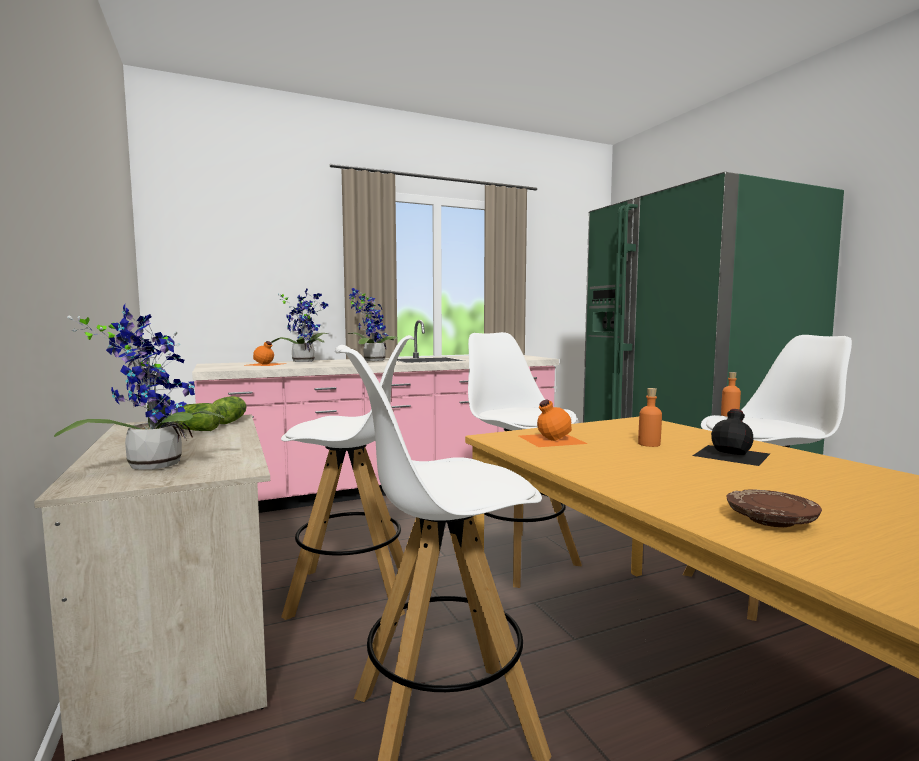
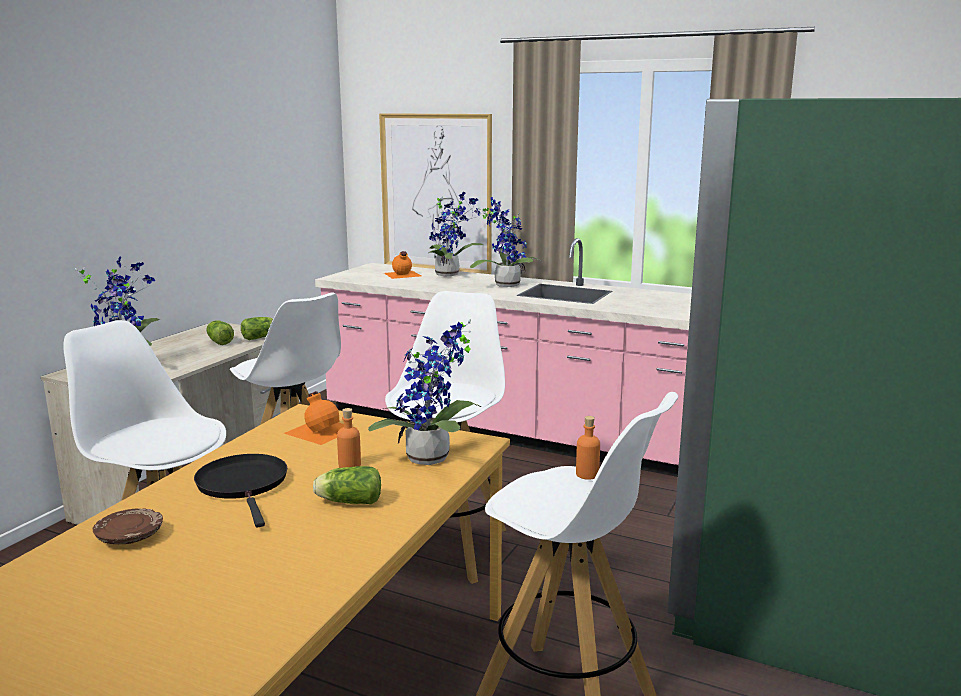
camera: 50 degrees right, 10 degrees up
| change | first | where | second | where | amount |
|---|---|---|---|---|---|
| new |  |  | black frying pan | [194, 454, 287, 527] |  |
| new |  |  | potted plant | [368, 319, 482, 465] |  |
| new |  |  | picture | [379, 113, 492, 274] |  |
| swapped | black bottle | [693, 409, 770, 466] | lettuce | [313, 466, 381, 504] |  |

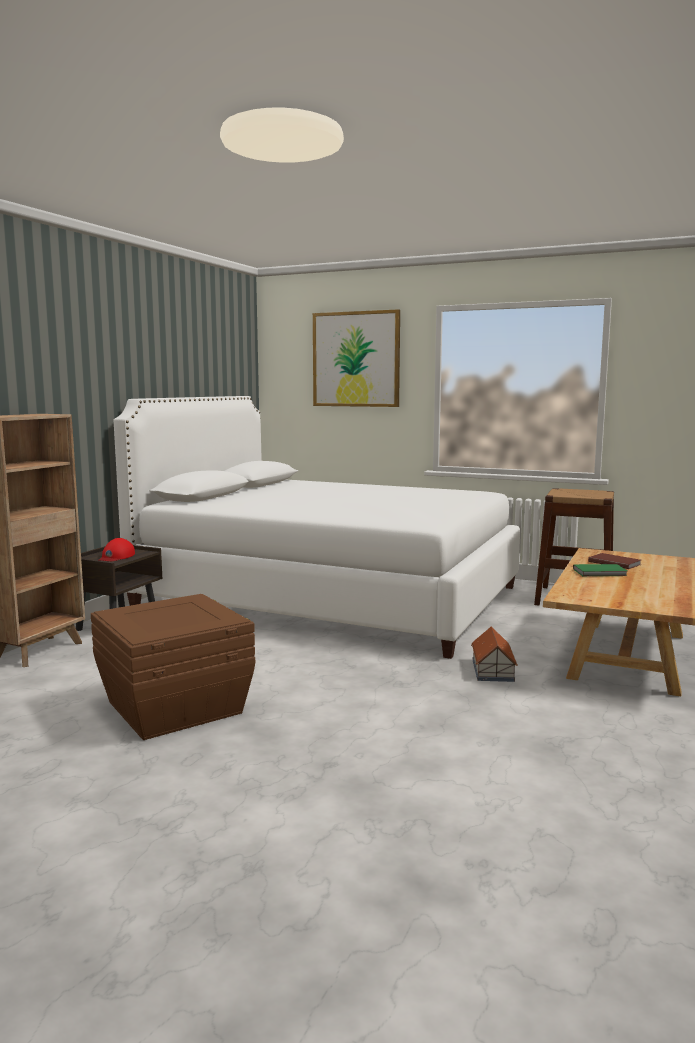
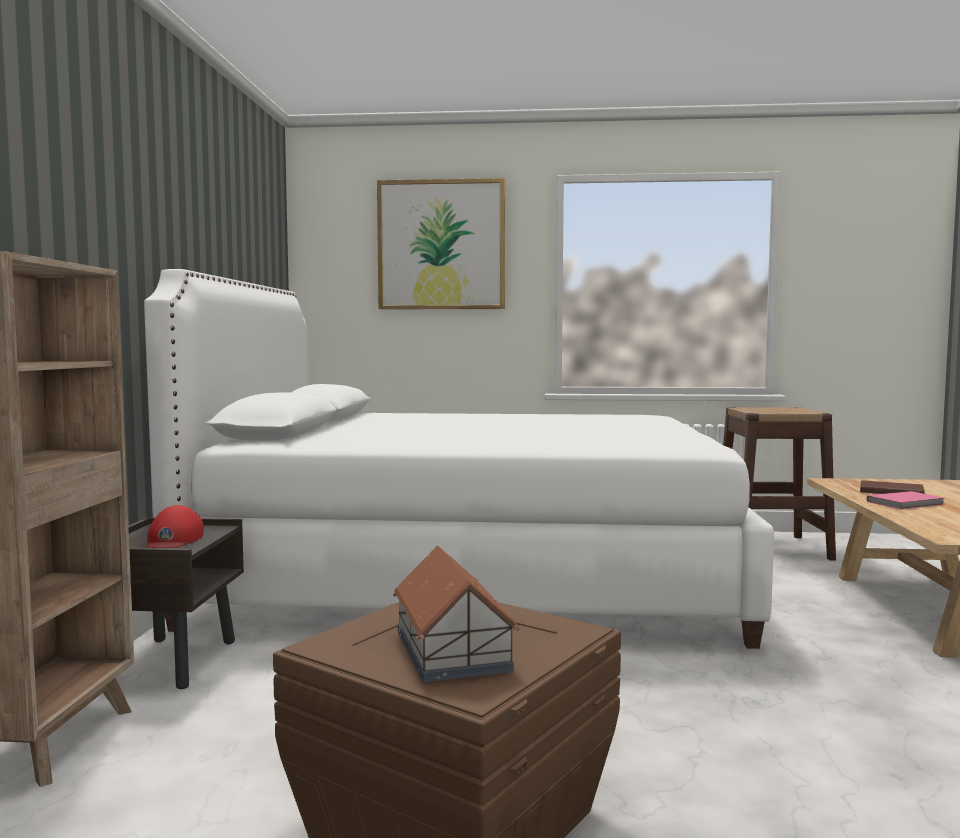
camera: 20 degrees left, 5 degrees down
| change | first | where | second | where | amount |
|---|---|---|---|---|---|
| shifted | toy house | [471, 627, 518, 682] |  | [393, 545, 519, 682] |  |
| repainted | green book | [573, 564, 627, 576] | pink book | [867, 491, 945, 509] |  |

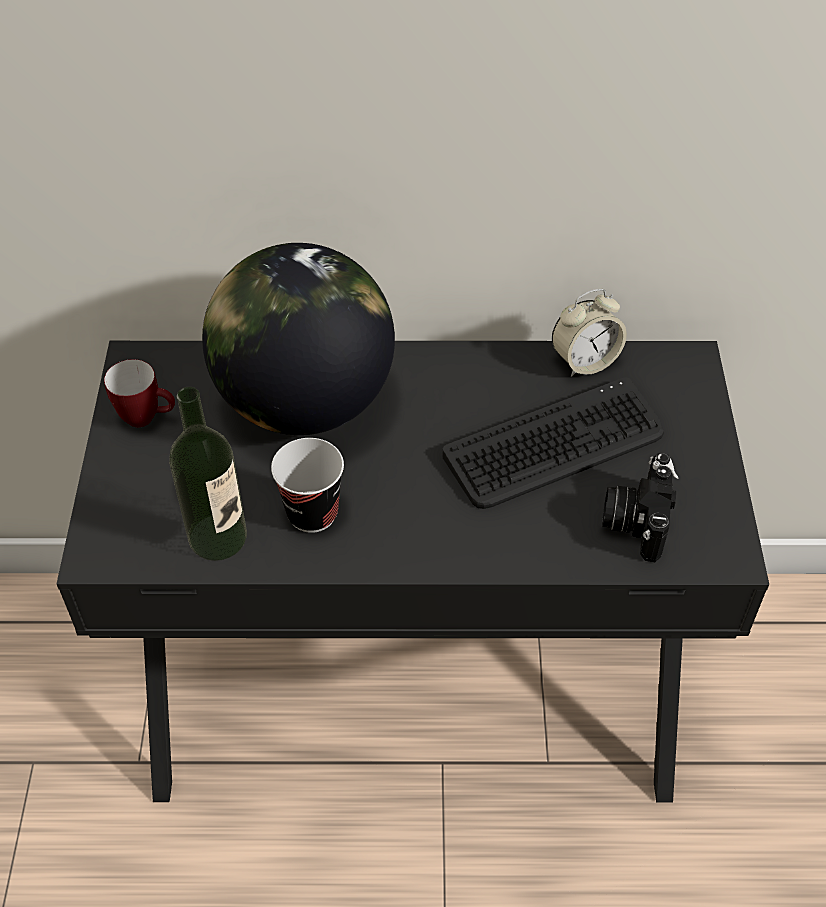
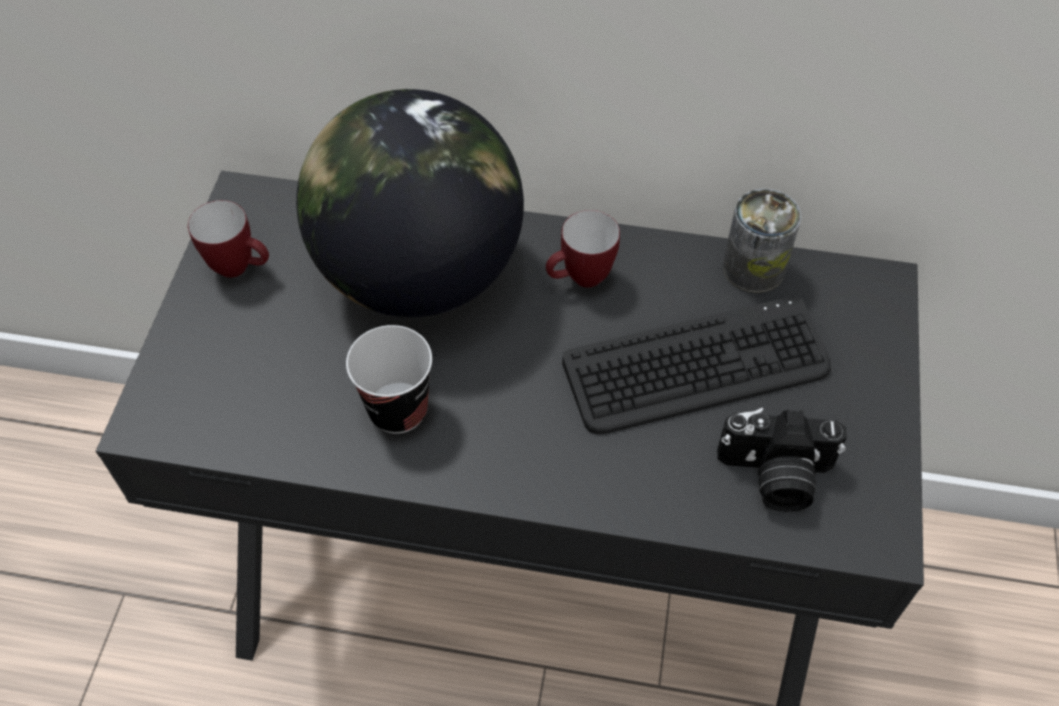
camera: 10 degrees right, 5 degrees up
| change | first | where | second | where | amount |
|---|---|---|---|---|---|
| gone | bottle | [169, 387, 247, 561] |  |  |  |
| new |  |  | mug | [546, 210, 620, 288] |  |
| swapped | alarm clock | [552, 289, 627, 377] | can | [723, 189, 801, 293] |  |
| rotated | photo camera | [602, 453, 679, 562] |  | [717, 408, 847, 512] | 105 degrees counterclockwise |

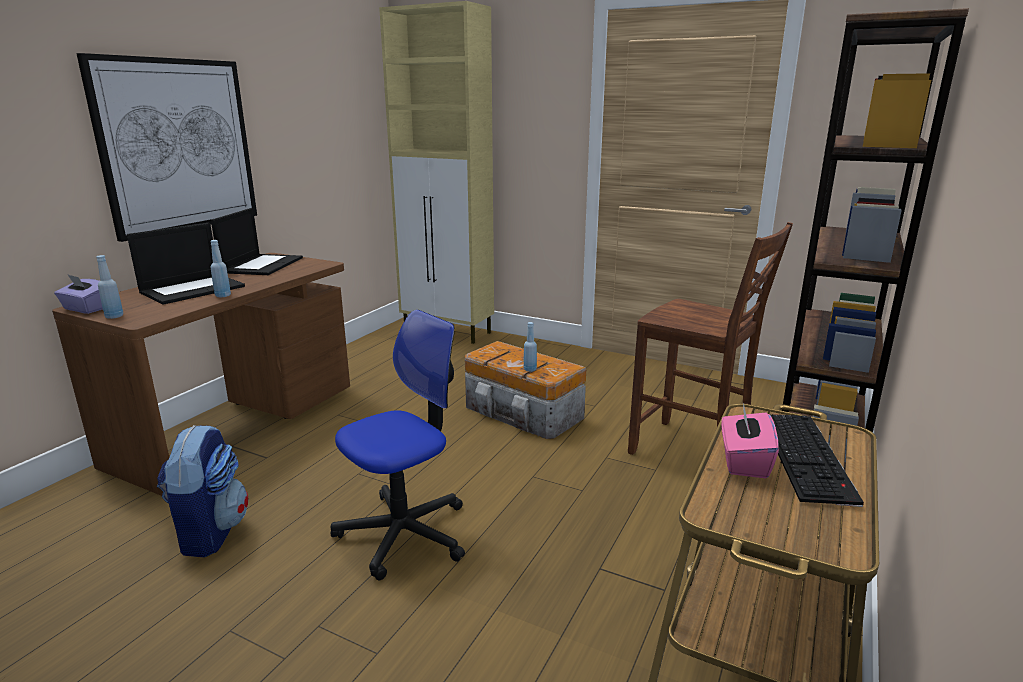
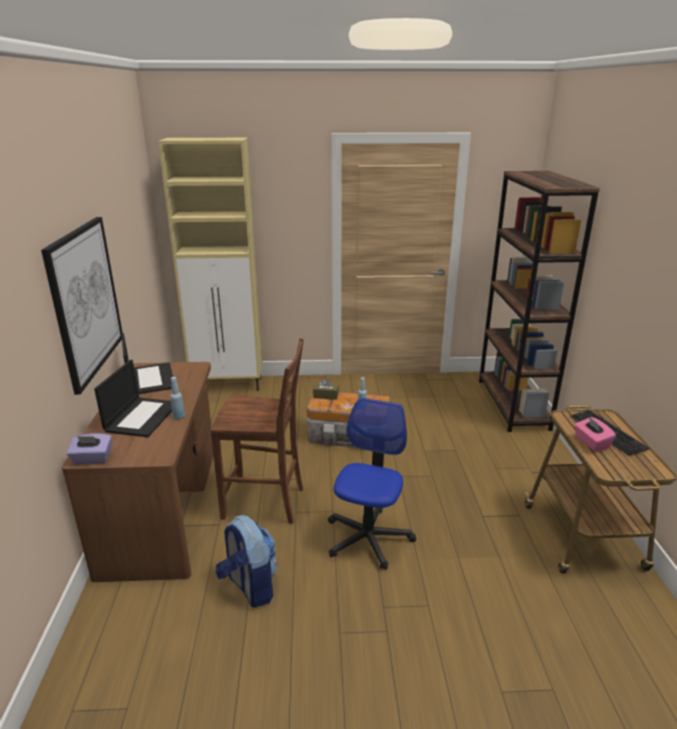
camera: 30 degrees left, 5 degrees up
| change | first | where | second | where | amount |
|---|---|---|---|---|---|
| gone | blue bottle | [96, 255, 123, 319] |  |  |  |
| new |  |  | brown tissue box | [313, 378, 339, 400] |  |
| shifted | brown chair | [628, 222, 793, 455] |  | [211, 338, 304, 524] |  |

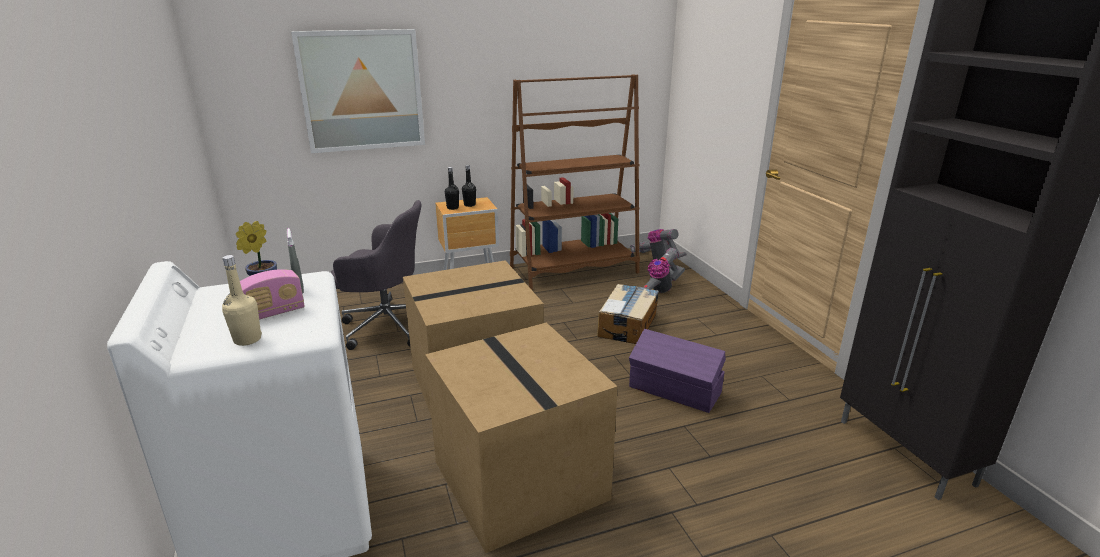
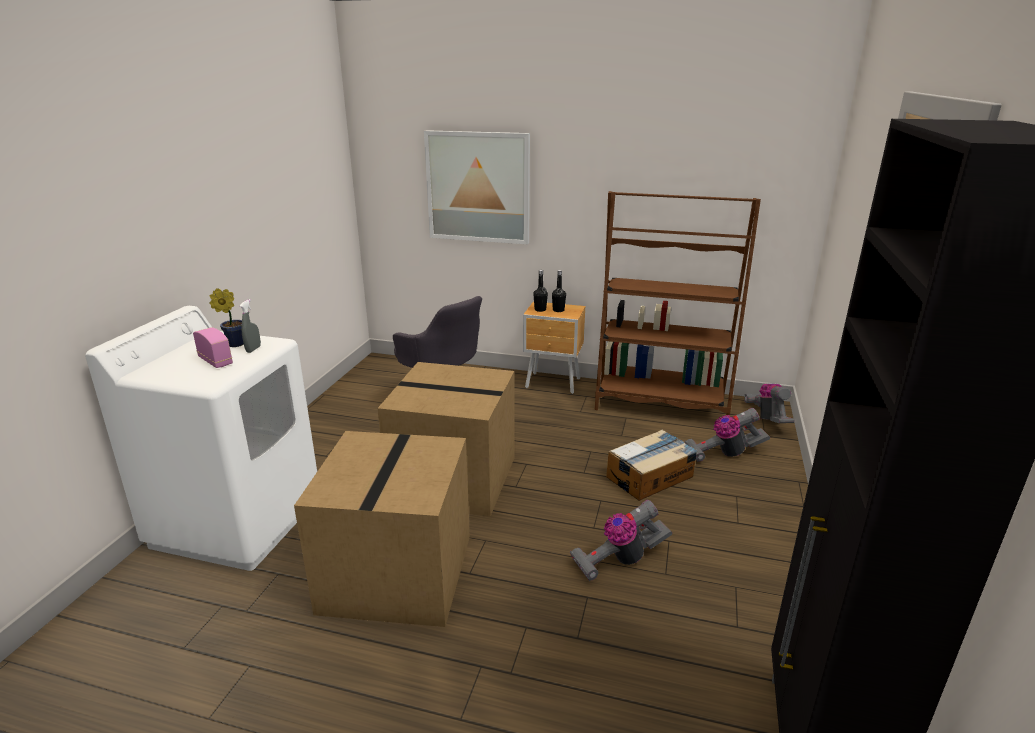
camera: 35 degrees right, 0 degrees up
| change | first | where | second | where | amount |
|---|---|---|---|---|---|
| gone | beige bottle | [222, 255, 262, 346] |  |  |  |
| swapped | purple storage box | [629, 329, 726, 413] | vacuum cleaner | [570, 500, 672, 581] |  |
| rotated | radio | [240, 269, 305, 319] |  | [193, 327, 233, 368] | 135 degrees counterclockwise |

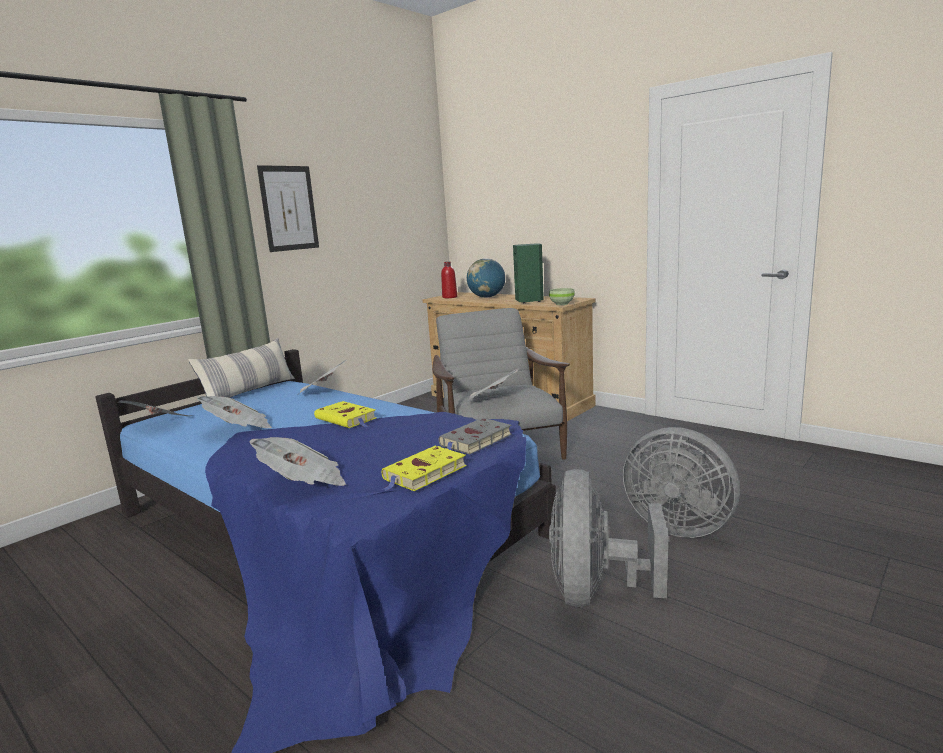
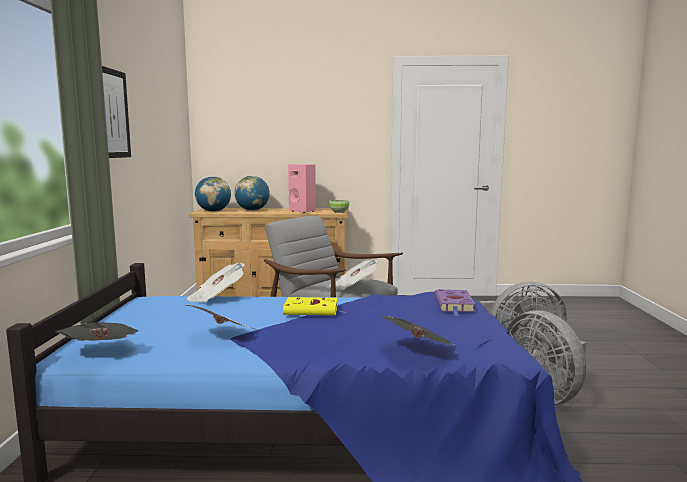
camera: 40 degrees left, 5 degrees down
| change | first | where | second | where | amount |
|---|---|---|---|---|---|
| gone | pillow | [188, 338, 295, 398] |  |  |  |
| gone | yellow book | [382, 446, 466, 491] |  |  |  |
| swapped | red bottle | [441, 262, 457, 298] | globe | [195, 176, 231, 212] |  |
| repainted | grey book | [439, 418, 512, 455] | purple book | [435, 289, 475, 316] |  |
| repainted | green speaker | [513, 244, 544, 303] | pink speaker | [288, 164, 316, 213] |  |

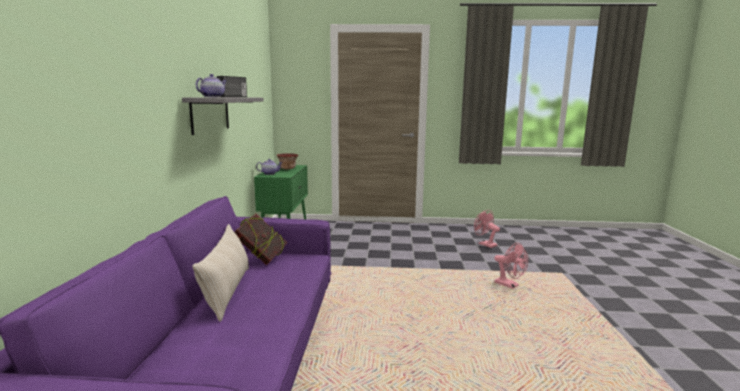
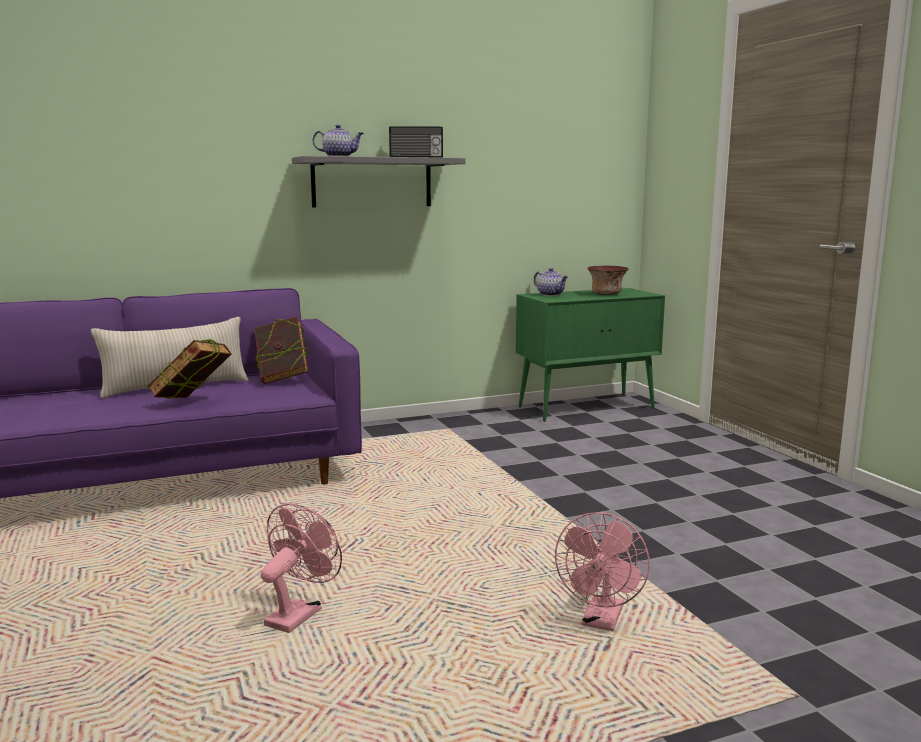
camera: 65 degrees right, 0 degrees up
| change | first | where | second | where | amount |
|---|---|---|---|---|---|
| new |  |  | book | [147, 339, 231, 399] |  |
| shifted | pink fan | [474, 210, 500, 248] |  | [261, 503, 342, 633] |  |

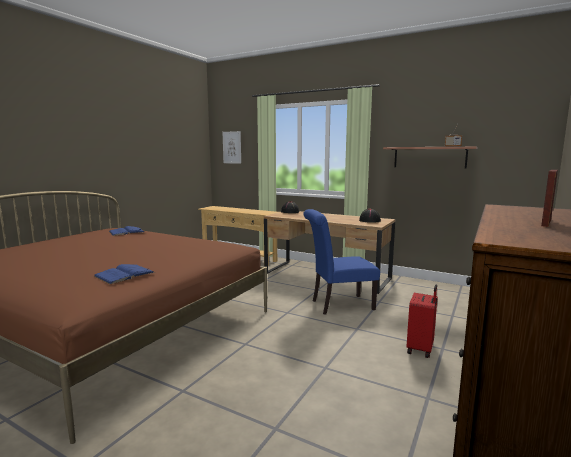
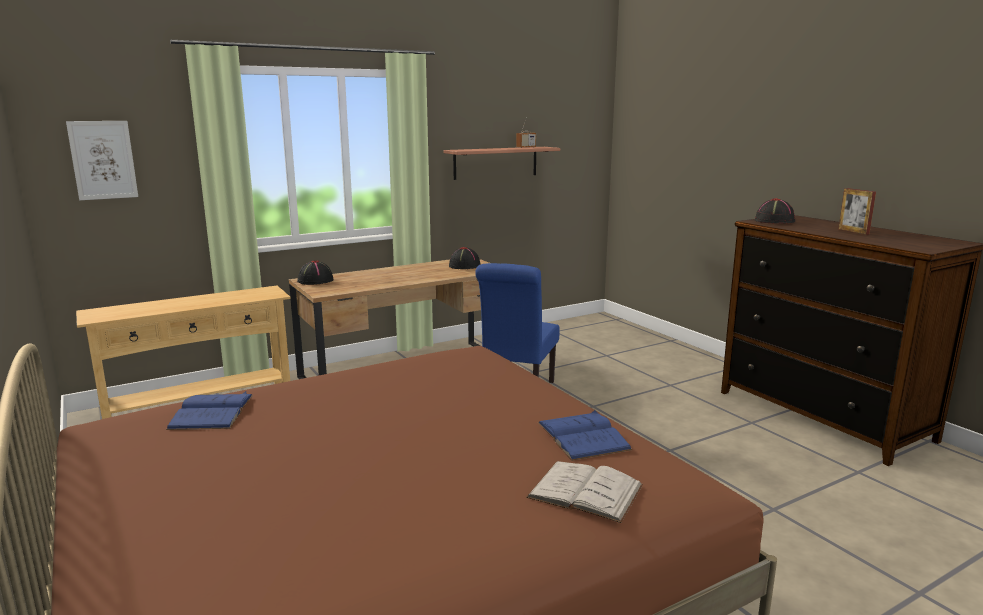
camera: 60 degrees left, 5 degrees up
| change | first | where | second | where | amount |
|---|---|---|---|---|---|
| gone | red suitcase | [407, 284, 438, 358] |  |  |  |
| new |  |  | white book | [526, 461, 643, 523] |  |
| new |  |  | black hat | [755, 198, 795, 224] |  |

